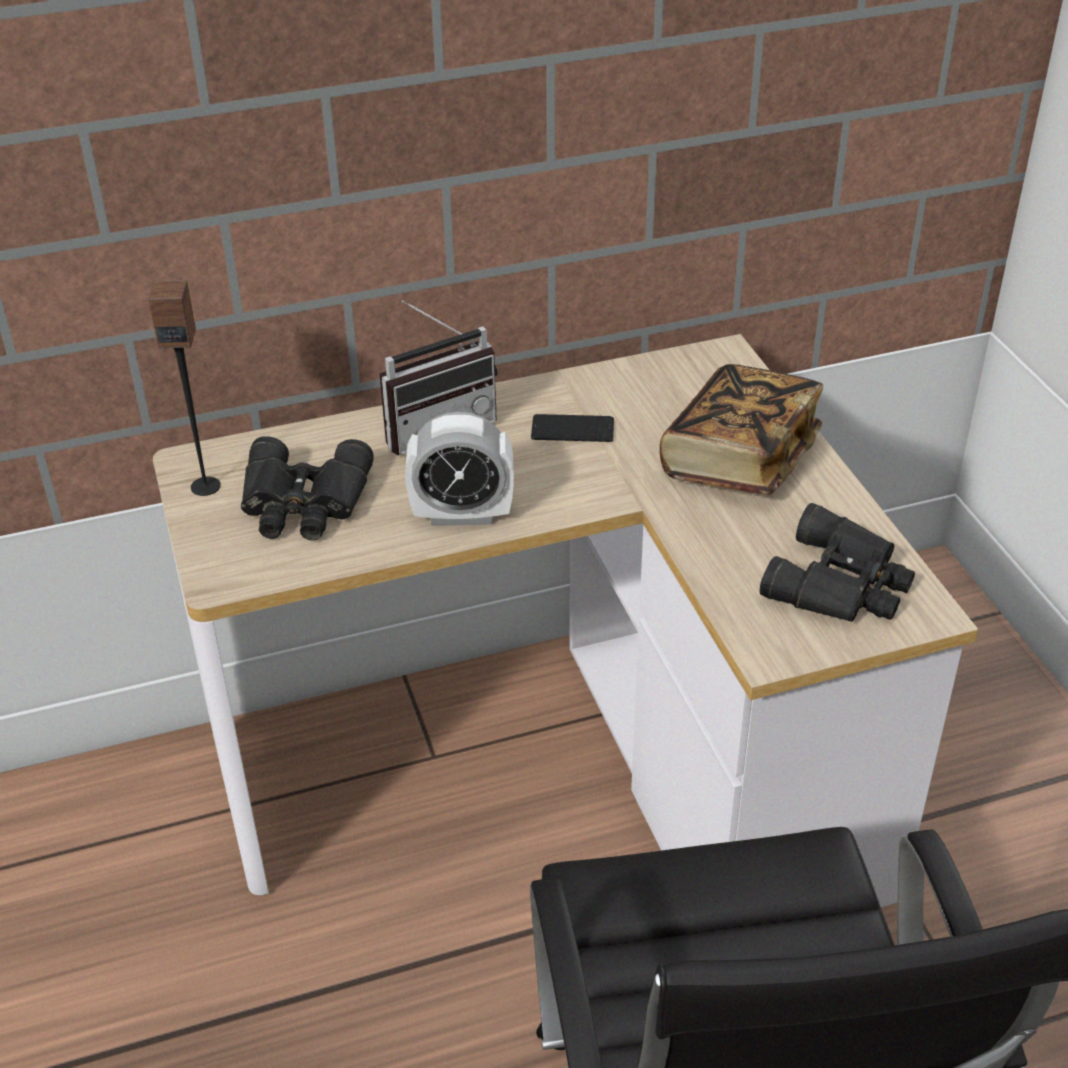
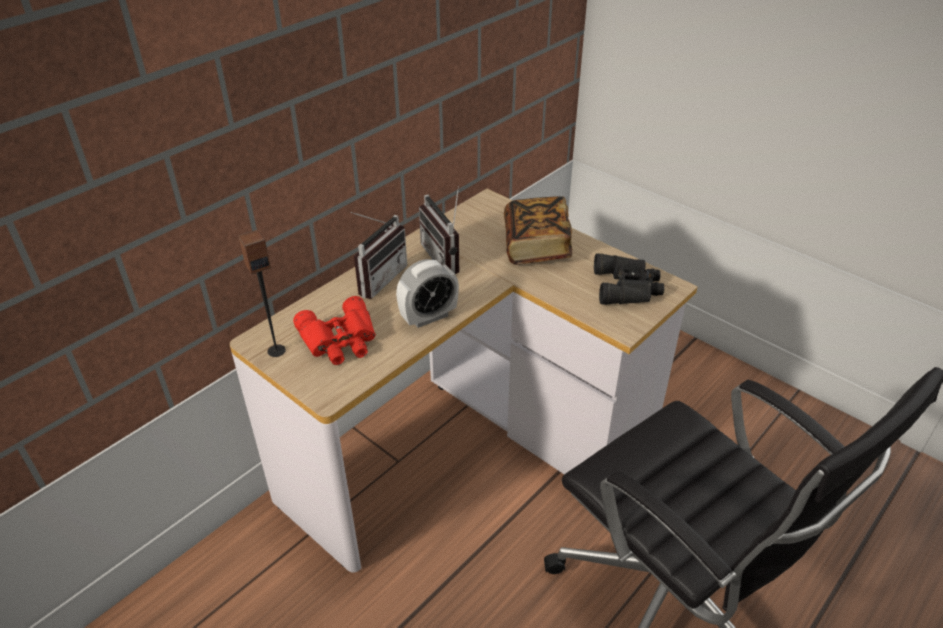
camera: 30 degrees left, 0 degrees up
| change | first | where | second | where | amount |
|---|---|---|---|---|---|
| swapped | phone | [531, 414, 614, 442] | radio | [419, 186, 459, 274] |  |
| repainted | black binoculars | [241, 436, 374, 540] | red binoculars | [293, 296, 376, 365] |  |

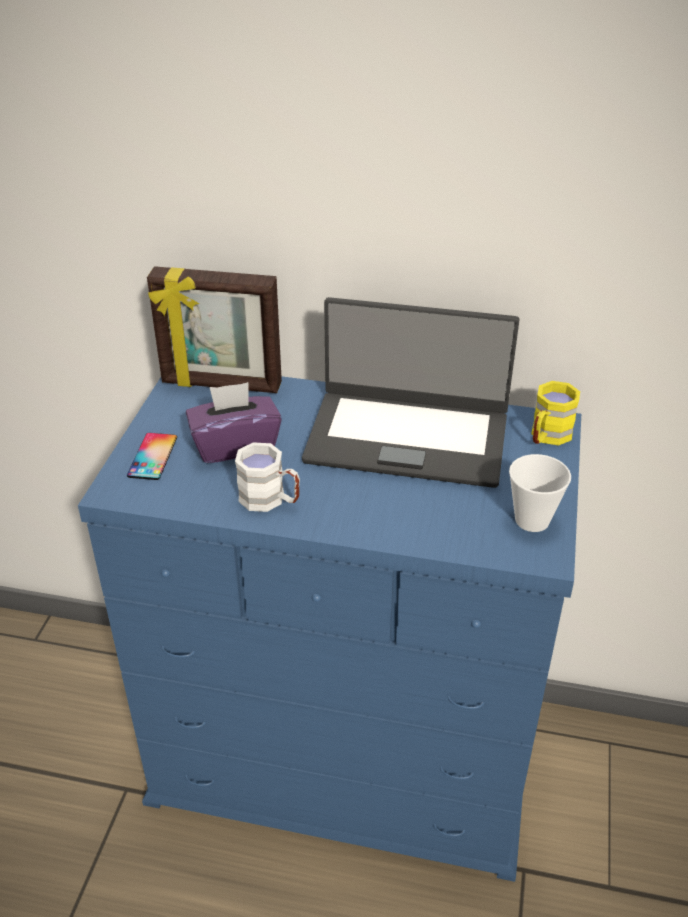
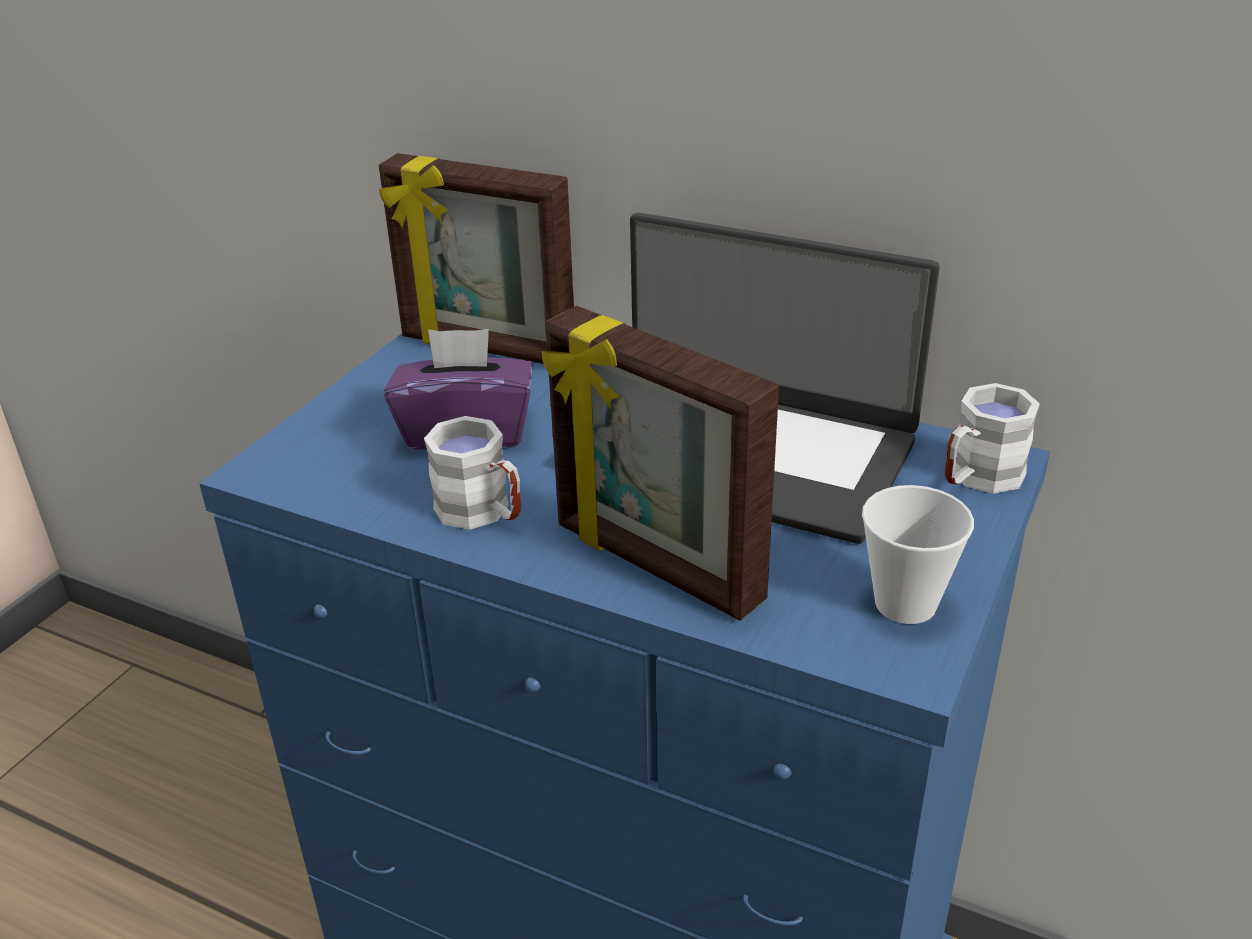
camera: 15 degrees right, 5 degrees down
| change | first | where | second | where | amount |
|---|---|---|---|---|---|
| gone | phone | [127, 433, 177, 480] |  |  |  |
| new |  |  | picture frame | [542, 306, 779, 621] |  |
| repainted | yellow mug | [531, 381, 580, 445] | white mug | [945, 383, 1040, 494] |  |

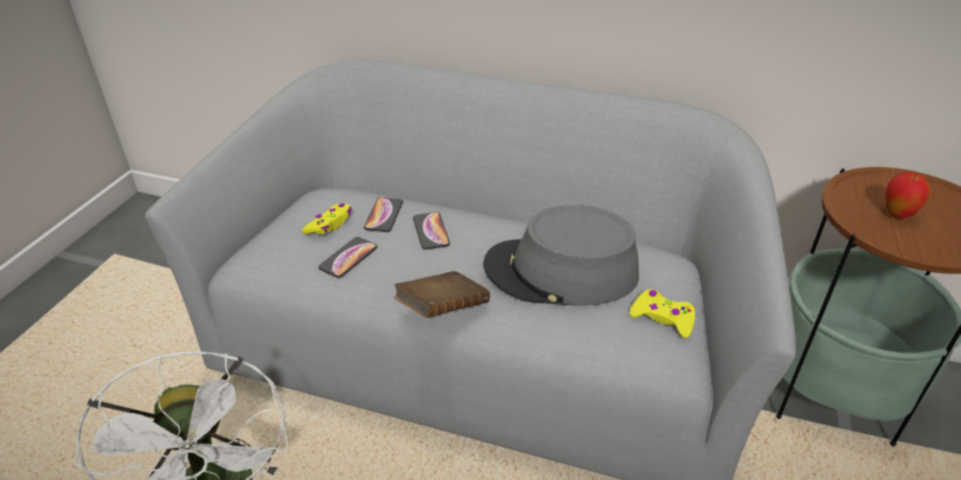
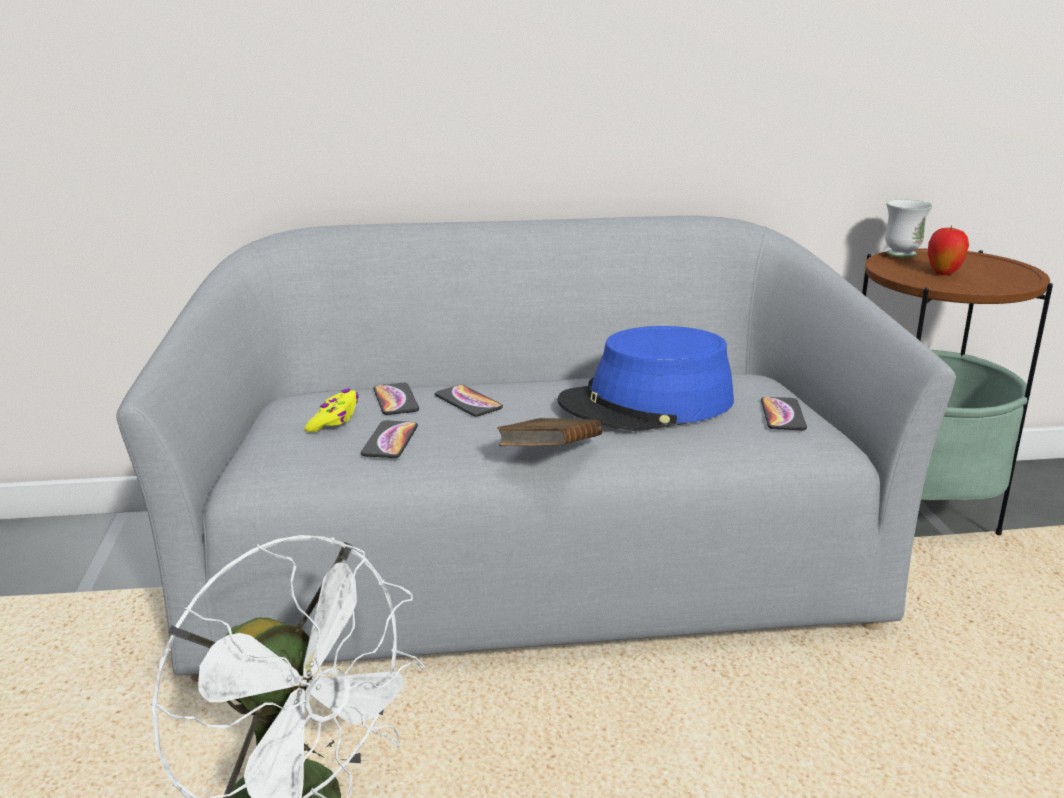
camera: 25 degrees left, 15 degrees down
| change | first | where | second | where | amount |
|---|---|---|---|---|---|
| new |  |  | white mug | [885, 199, 932, 258] |  |
| swapped | yellow game controller | [629, 289, 695, 338] | phone | [761, 397, 807, 430] |  |
| repainted | grey hat | [483, 205, 639, 306] | blue hat | [557, 326, 734, 431] |  |

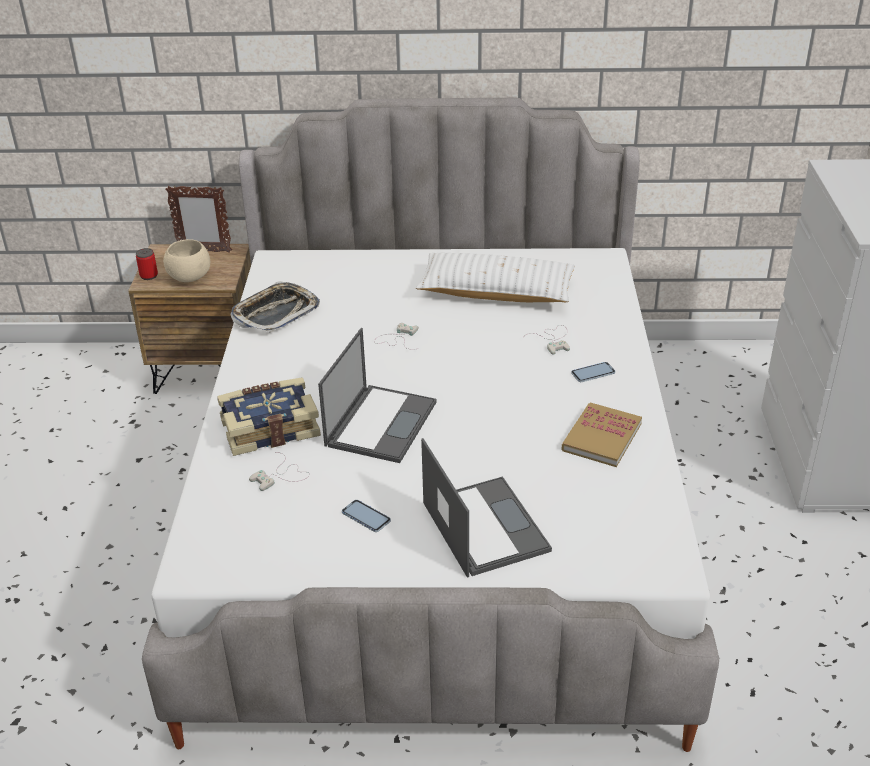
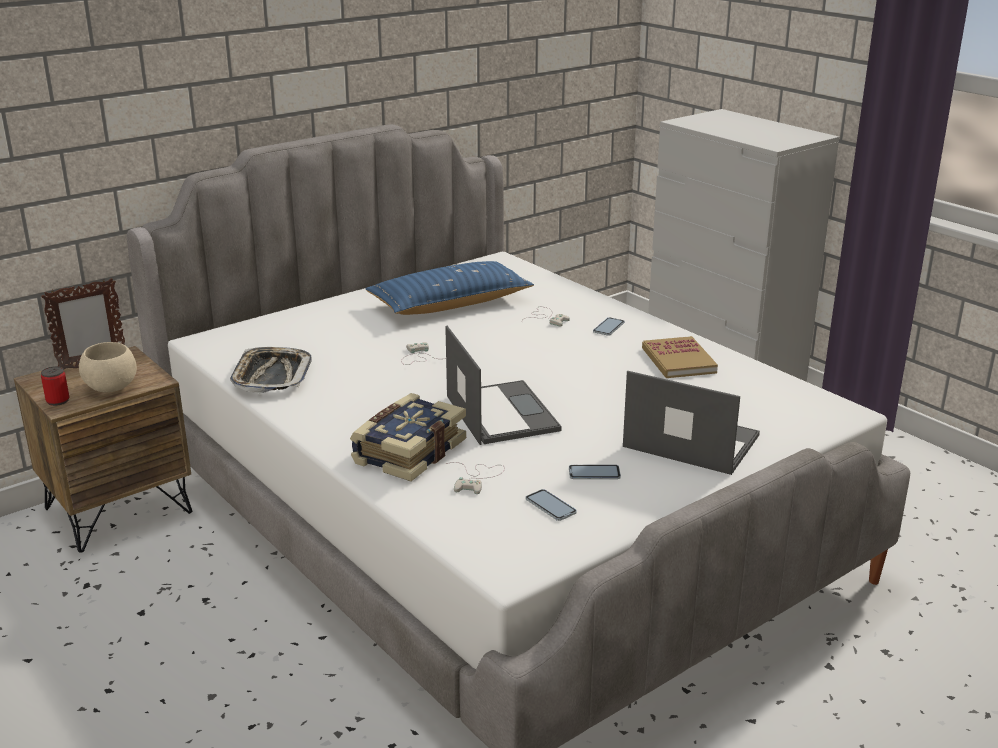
camera: 40 degrees left, 10 degrees down
| change | first | where | second | where | amount |
|---|---|---|---|---|---|
| new |  |  | phone | [526, 489, 577, 521] |  |
| repainted | white pillow | [416, 253, 575, 302] | blue pillow | [365, 261, 534, 315] |  |

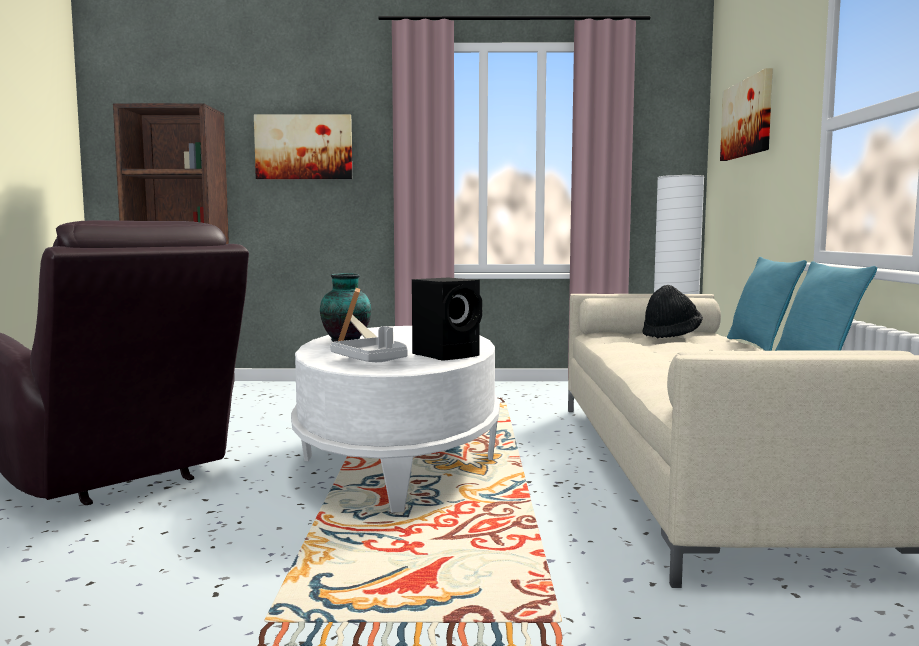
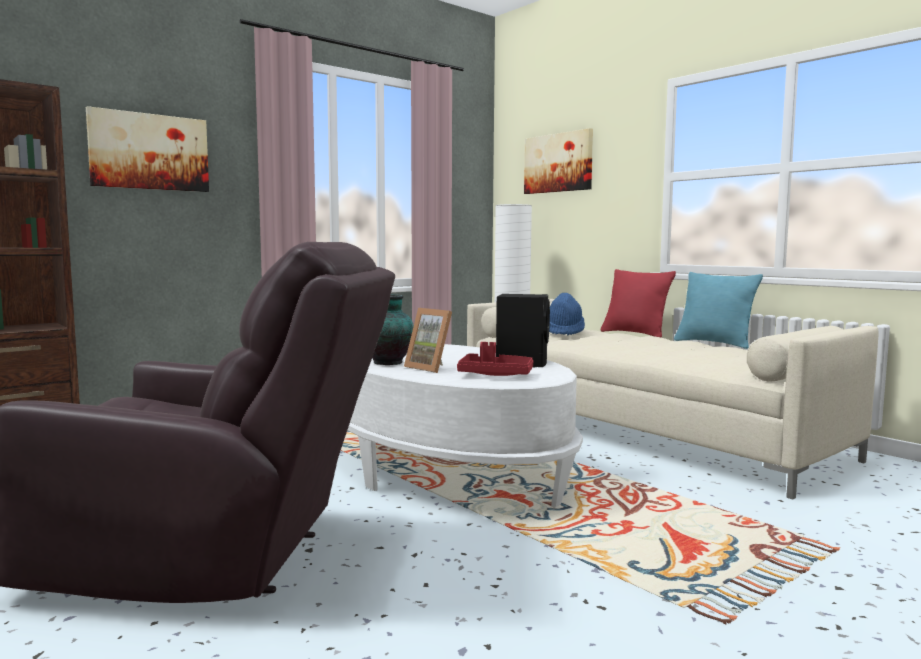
camera: 40 degrees left, 0 degrees up
| change | first | where | second | where | amount |
|---|---|---|---|---|---|
| repainted | grey tray | [330, 326, 408, 362] | red tray | [457, 342, 533, 376] |  |
| repainted | black hat | [642, 285, 703, 338] | blue hat | [549, 293, 585, 335] |  |
| repainted | turquoise pillow | [727, 257, 807, 351] | red pillow | [601, 269, 676, 338] |  |

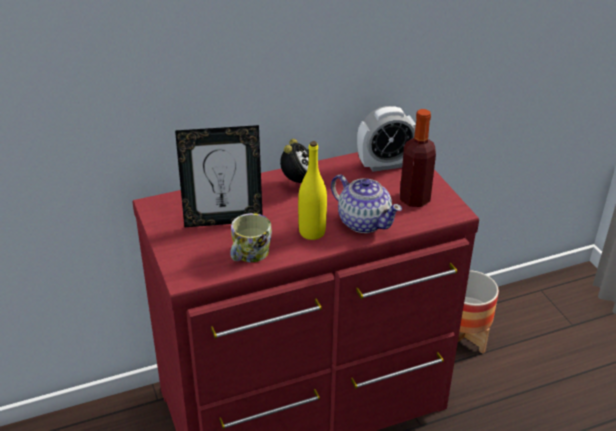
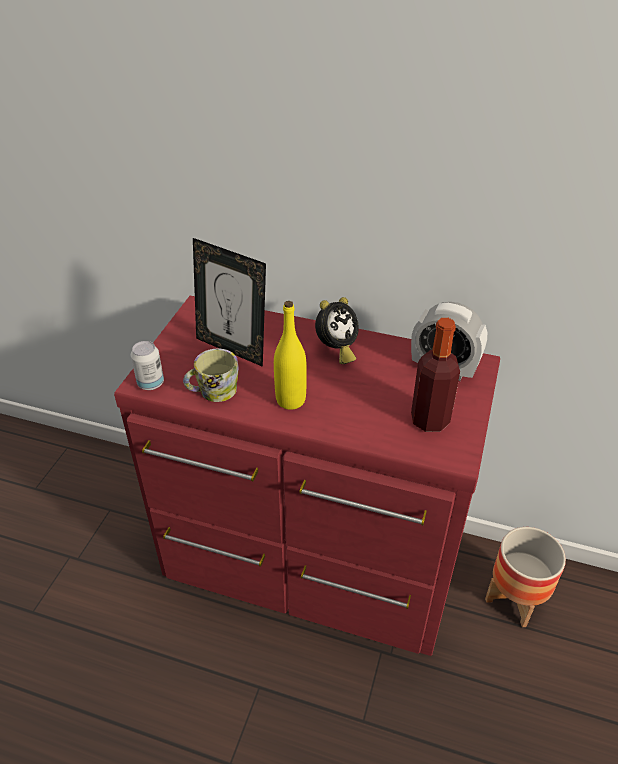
camera: 40 degrees right, 5 degrees up
| change | first | where | second | where | amount |
|---|---|---|---|---|---|
| gone | teapot | [331, 174, 402, 233] |  |  |  |
| new |  |  | can | [131, 341, 164, 390] |  |

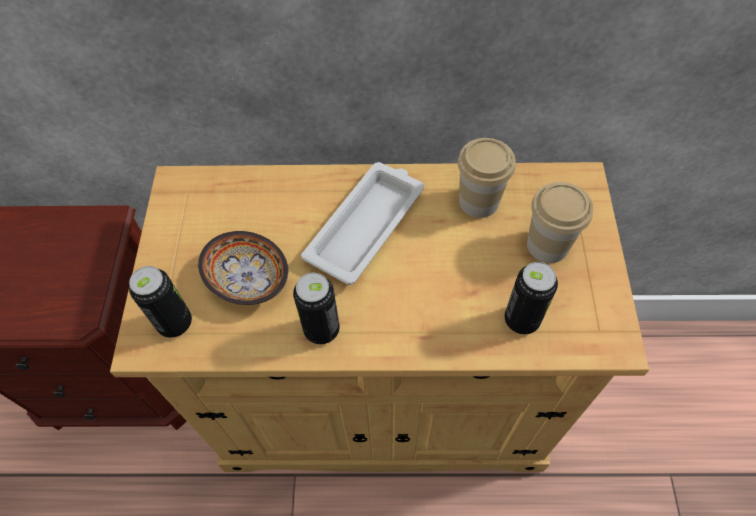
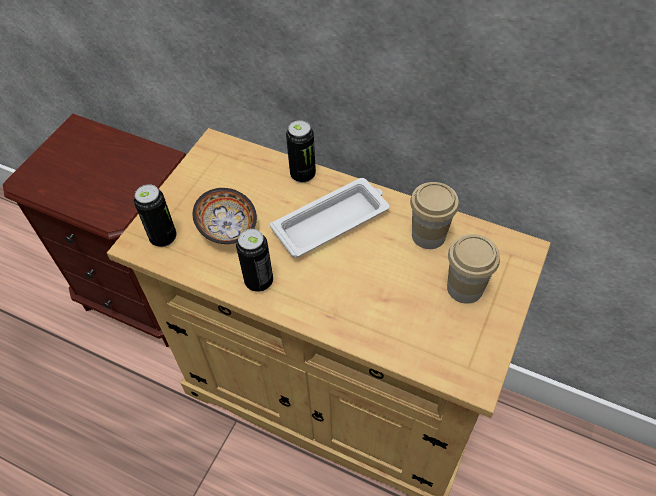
camera: 25 degrees right, 5 degrees down
| change | first | where | second | where | amount |
|---|---|---|---|---|---|
| shifted | can | [504, 262, 558, 334] |  | [286, 120, 316, 183] |  |

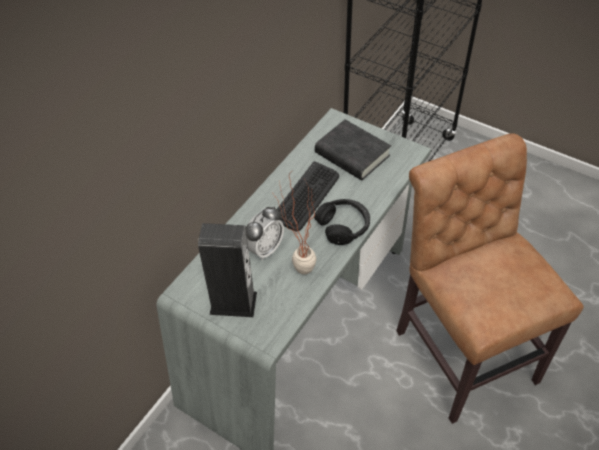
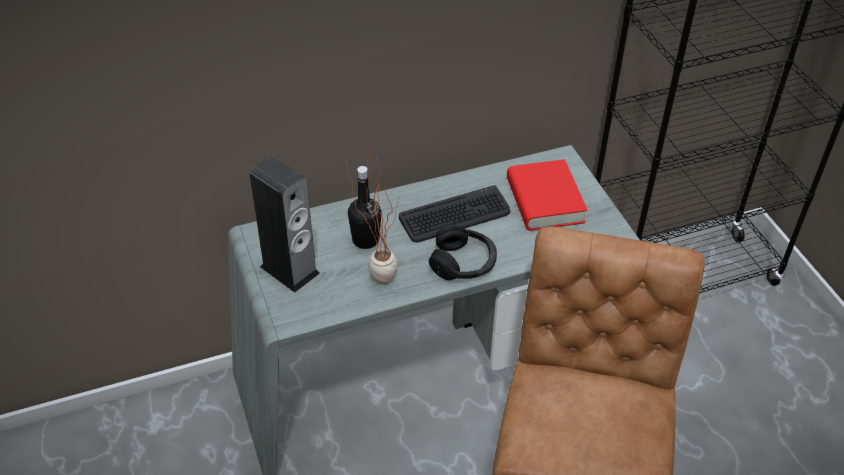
camera: 35 degrees right, 5 degrees down
| change | first | where | second | where | amount |
|---|---|---|---|---|---|
| swapped | alarm clock | [246, 206, 284, 261] | black bottle | [348, 166, 381, 249] |  |
| repainted | black book | [315, 119, 391, 180] | red book | [507, 159, 587, 231] |  |

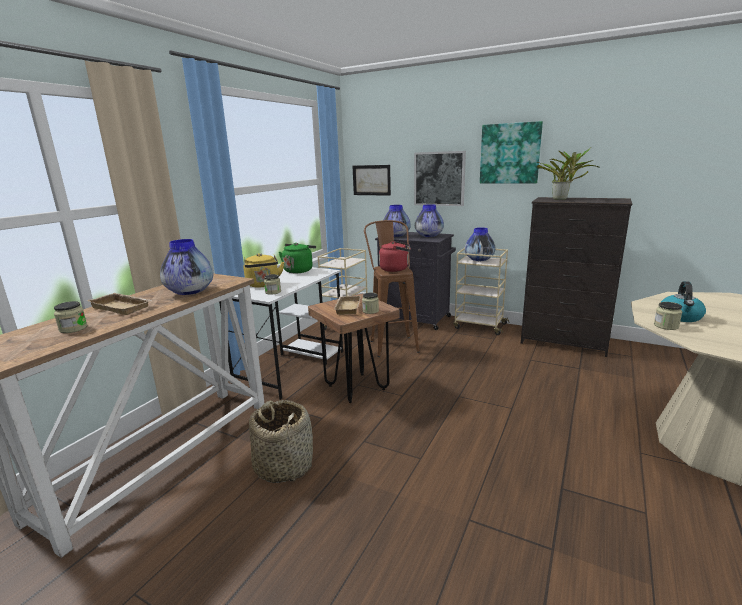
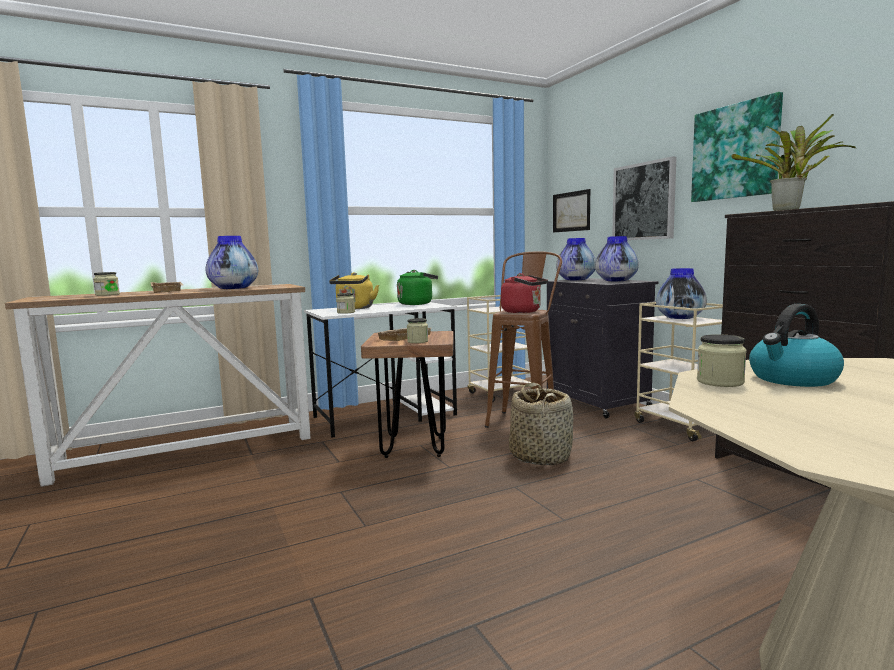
camera: 35 degrees right, 10 degrees down
| change | first | where | second | where | amount |
|---|---|---|---|---|---|
| shifted | basket | [249, 400, 313, 483] |  | [509, 383, 573, 466] |  |

